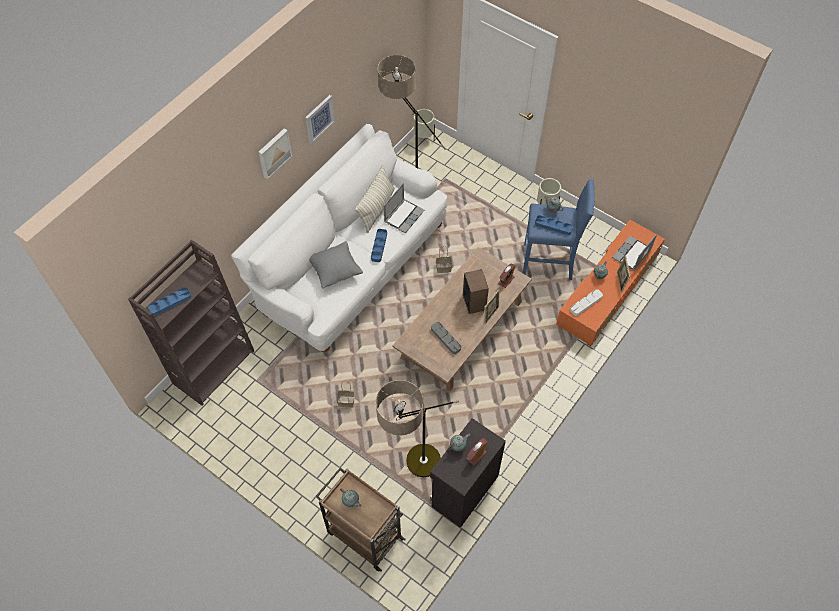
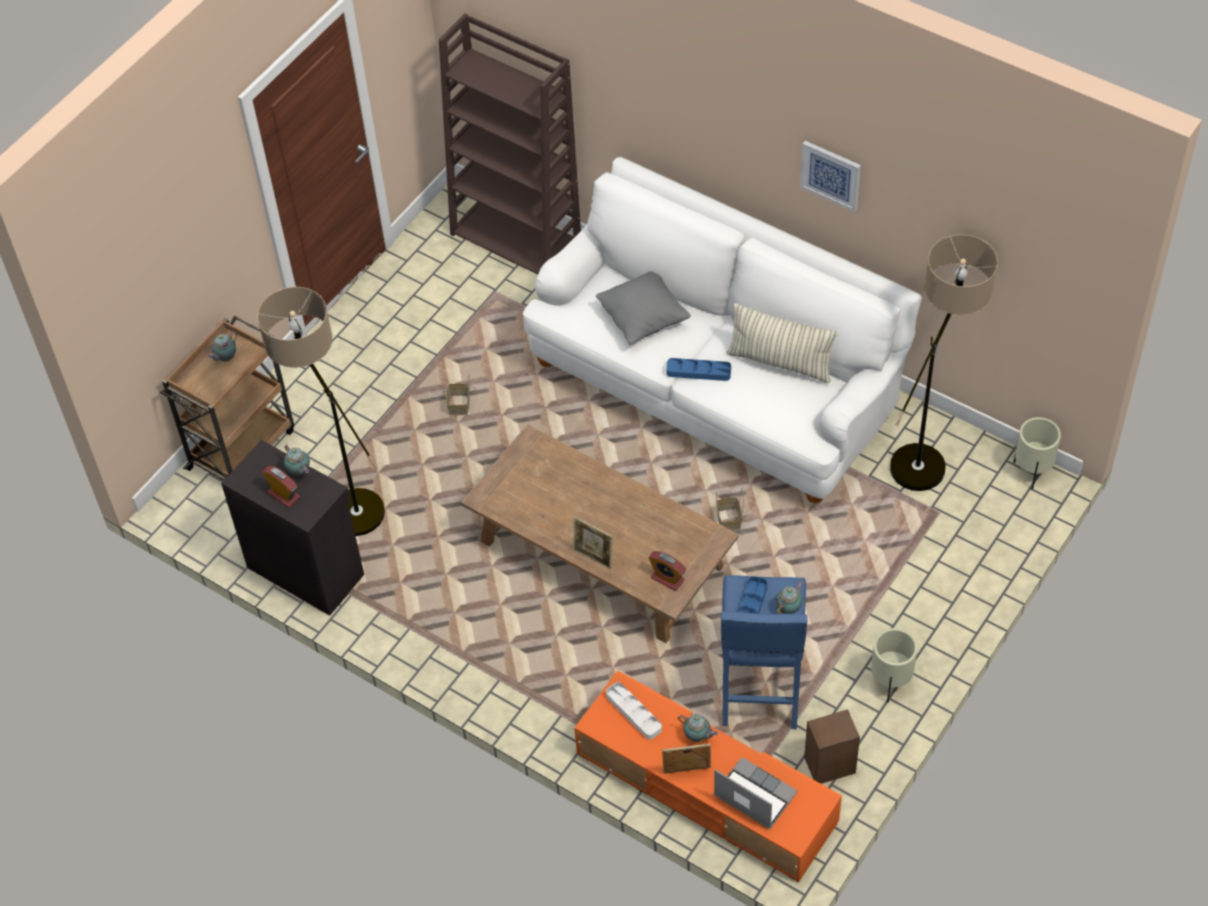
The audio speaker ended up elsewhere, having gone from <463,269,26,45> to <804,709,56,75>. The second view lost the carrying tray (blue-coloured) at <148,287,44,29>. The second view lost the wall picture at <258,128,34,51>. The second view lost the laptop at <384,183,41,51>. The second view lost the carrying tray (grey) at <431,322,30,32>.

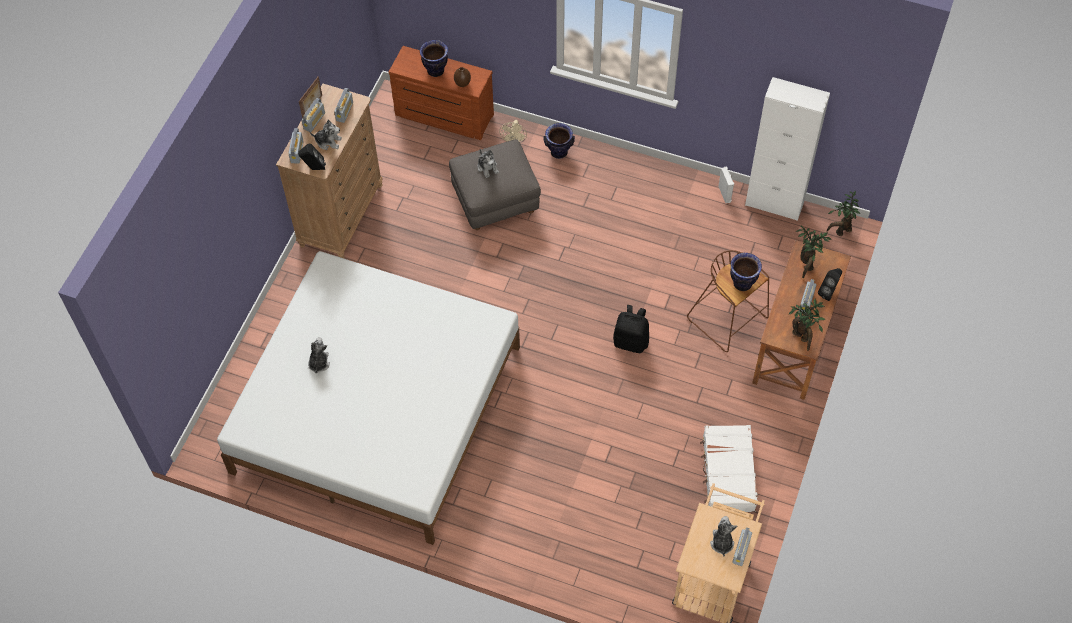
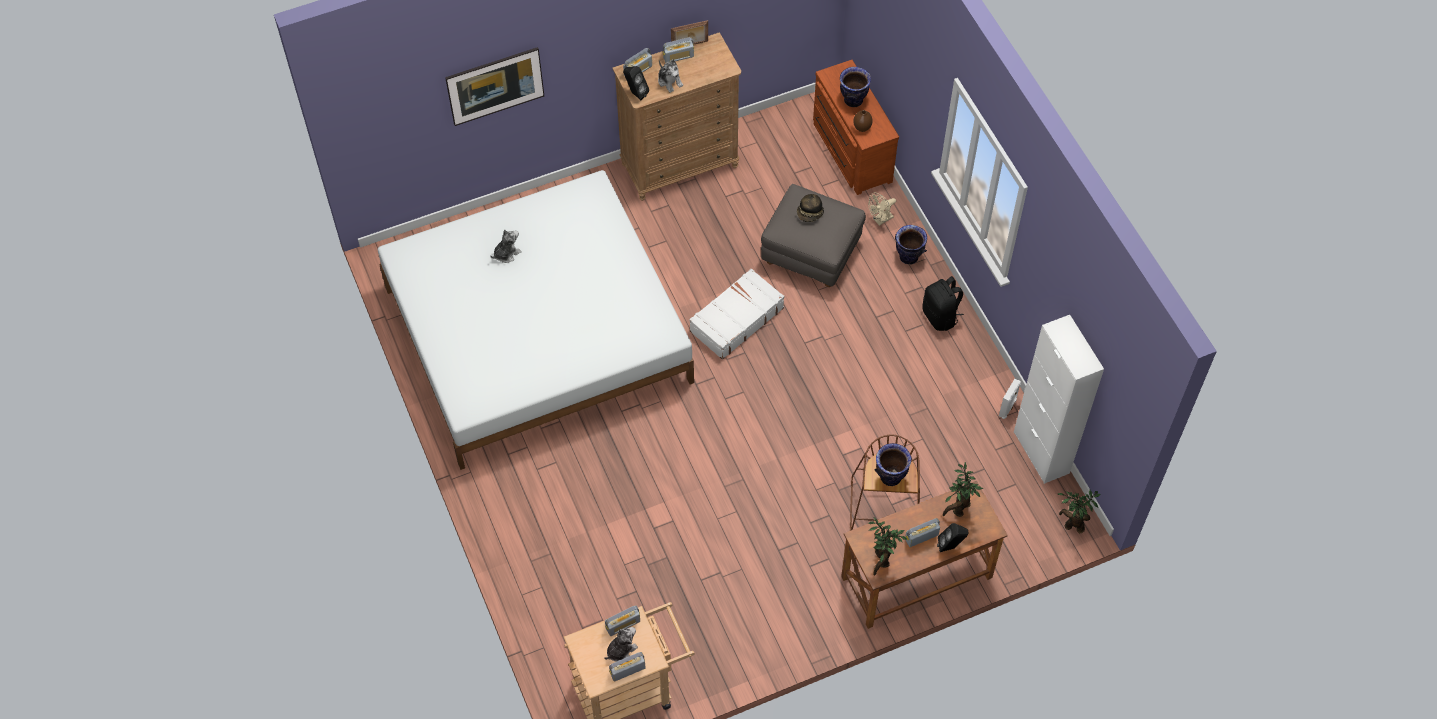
The second view gained the wall picture at <445,47,99,79>. The radio set ended up elsewhere, having gone from <334,88,19,35> to <605,605,35,31>. The suitcase (whitish) ended up elsewhere, having gone from <700,425,58,87> to <689,268,95,92>. Where the plush toy stood at <477,149,22,29>, the hat came to stand at <797,194,27,28>. The backpack (black-coloured) ended up elsewhere, having gone from <613,305,36,48> to <922,276,42,55>.

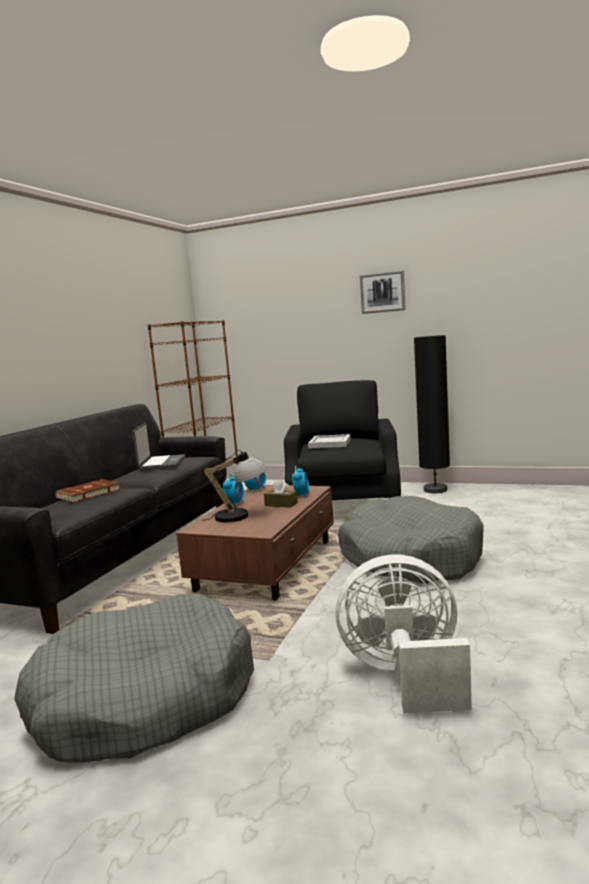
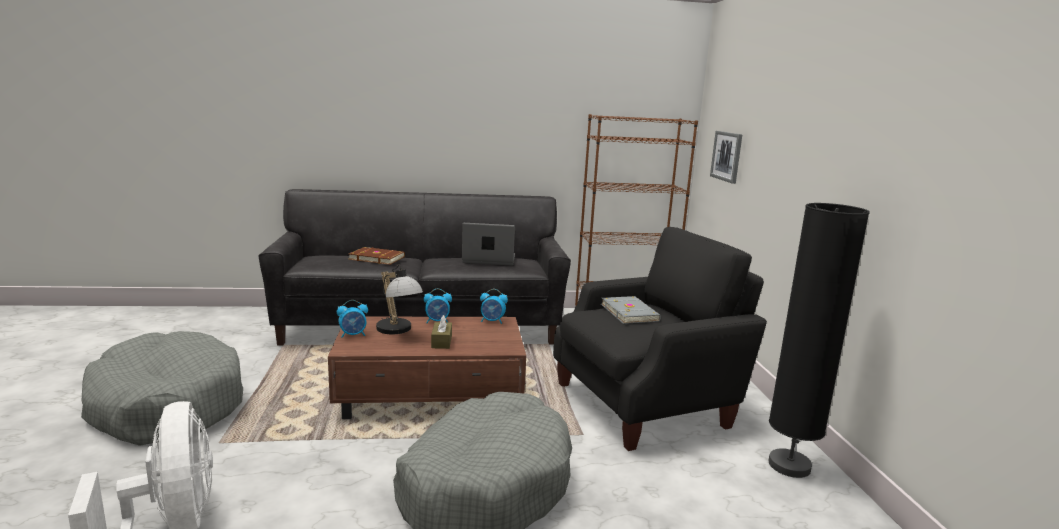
The alarm clock ended up elsewhere, having gone from <292,466,18,32> to <337,300,31,38>. The laptop at <132,423,53,47> ended up facing another way, 150 degrees counterclockwise from before. Where the carrying tray (whitish) stood at <308,434,43,14>, the book (grey) came to stand at <601,296,60,28>. The wall picture ended up elsewhere, having gone from <360,270,45,44> to <710,131,32,53>.

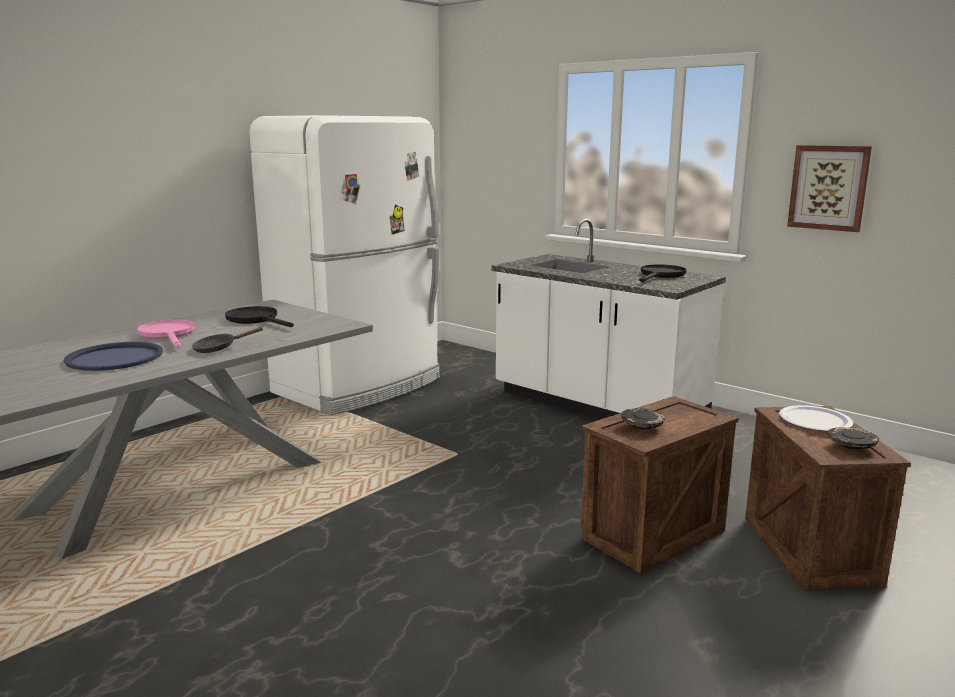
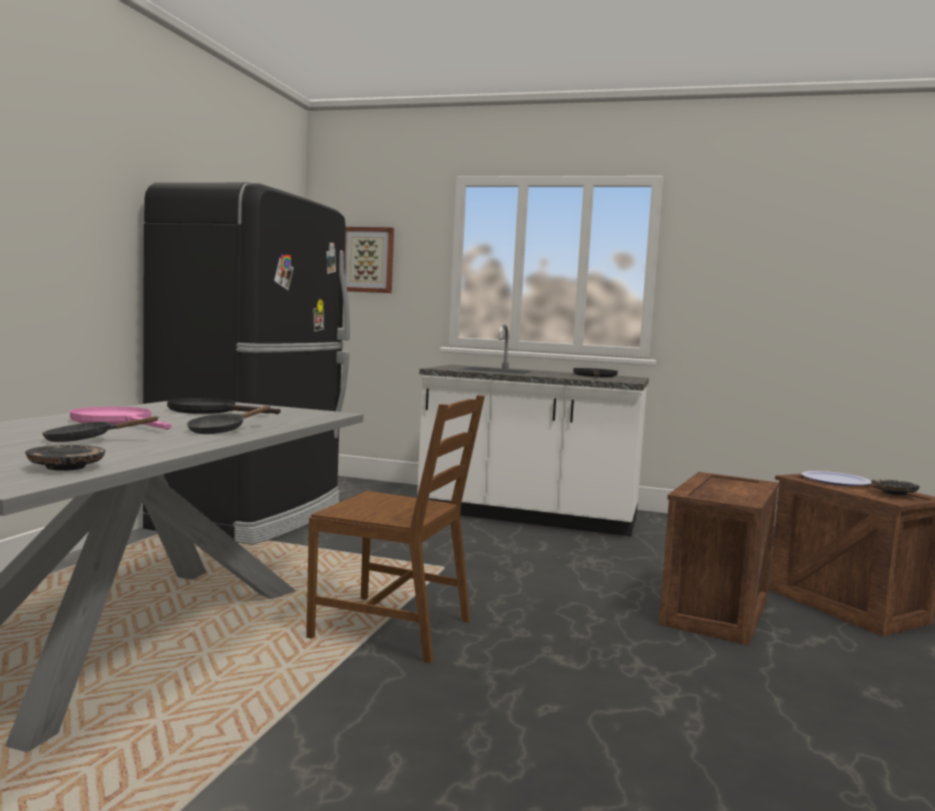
The dinner plate (black-coloured) ended up elsewhere, having gone from <621,408,44,21> to <25,445,80,26>. Where the carrying tray (blue-coloured) stood at <64,342,99,29>, the skillet (black-coloured) came to stand at <42,416,118,26>. What was the kitchen fridge (whitish) at <250,115,190,300> turned into the kitchen fridge (black-coloured) at <143,182,207,363>. The second view gained the plain chair (brown-coloured) at <306,395,179,269>. The wall picture ended up elsewhere, having gone from <787,145,85,87> to <344,227,50,66>.

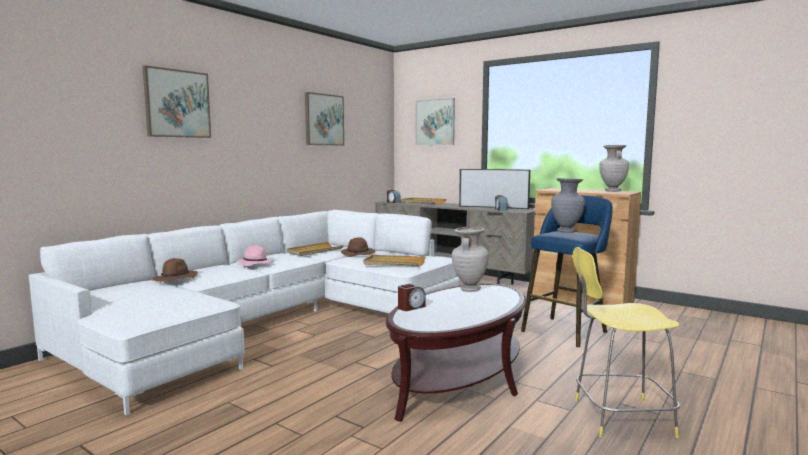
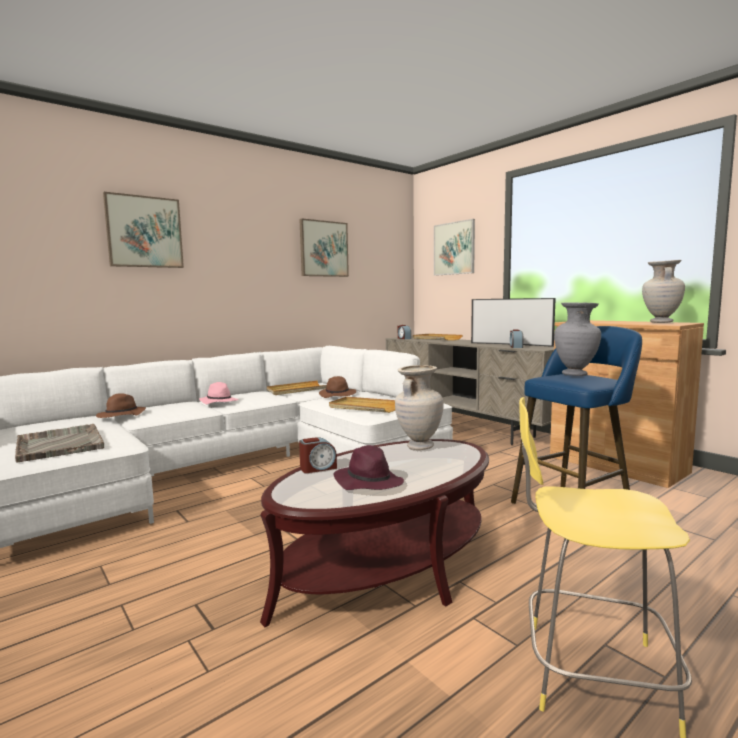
The second view gained the carrying tray (grey) at <15,424,89,38>. The second view gained the hat (purplish) at <333,445,71,45>.

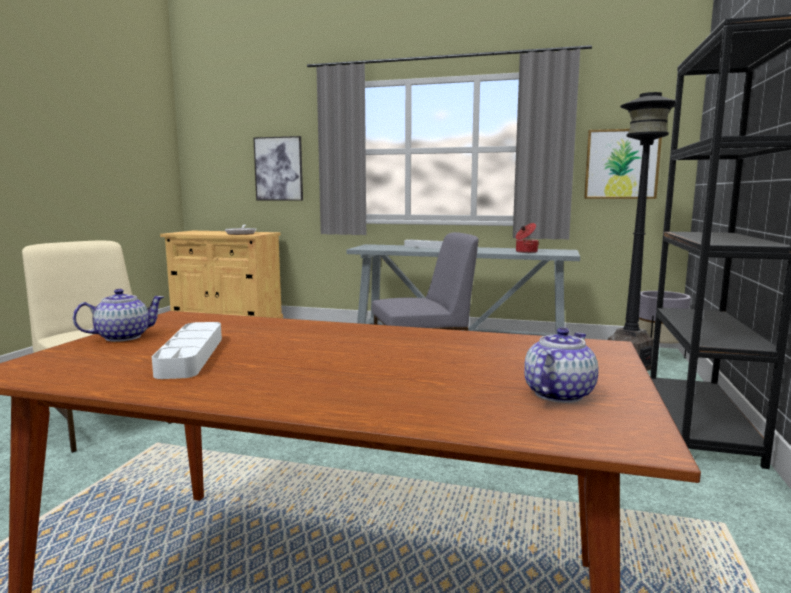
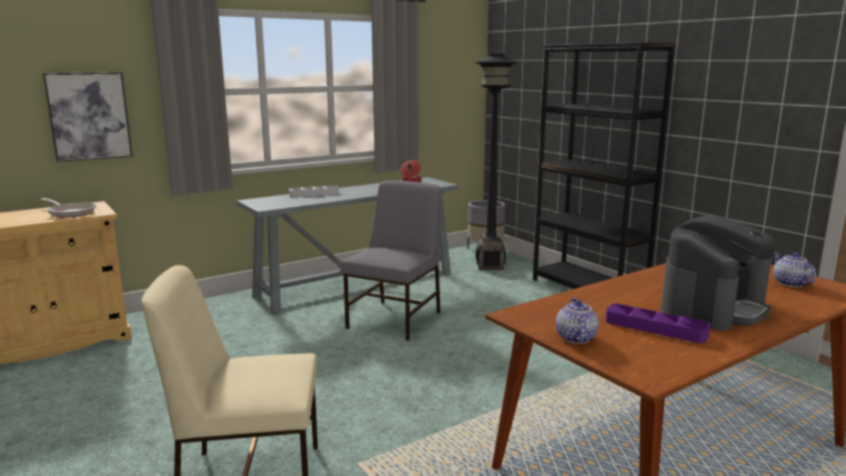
What was the carrying tray (whitish) at <152,322,70,57> turned into the carrying tray (purplish) at <606,304,105,39>. The second view gained the coffee machine at <661,215,113,116>. The second view lost the wall picture at <584,129,78,70>.

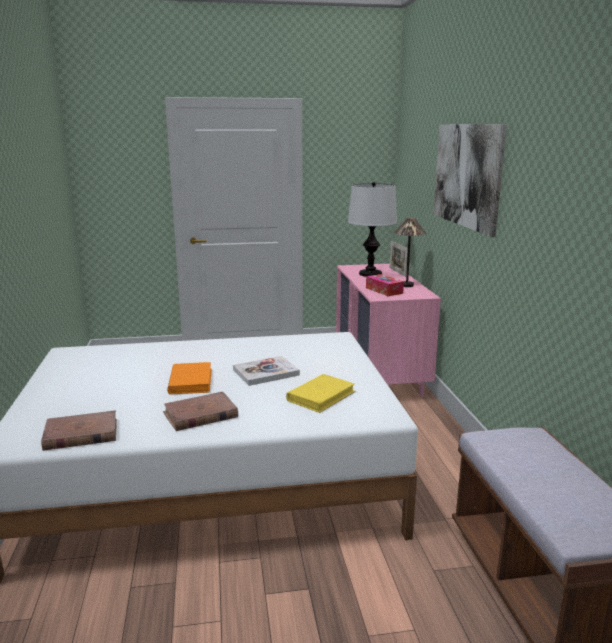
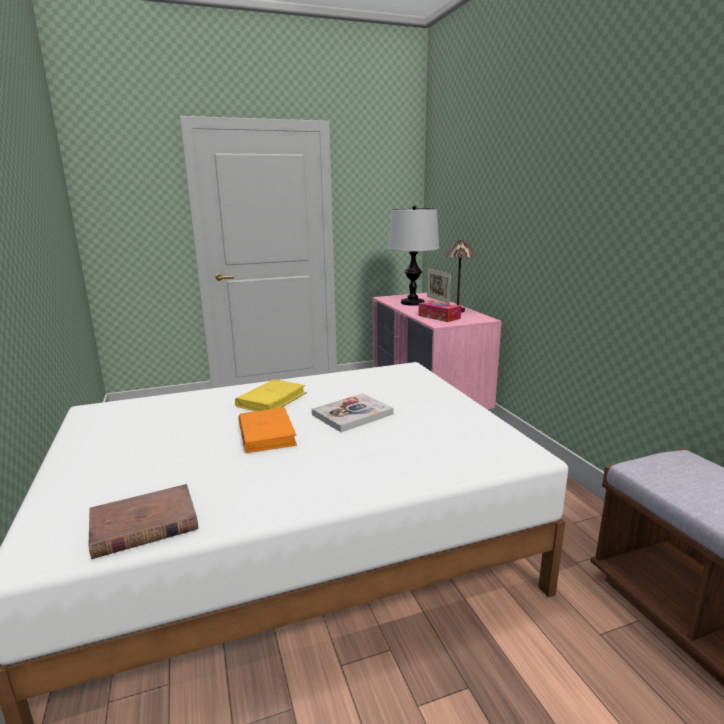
The book (yellowish) ended up elsewhere, having gone from <286,374,70,39> to <235,379,72,32>. The second view lost the book (brown-coloured) at <163,392,75,39>. The second view lost the wall picture at <433,124,74,113>.

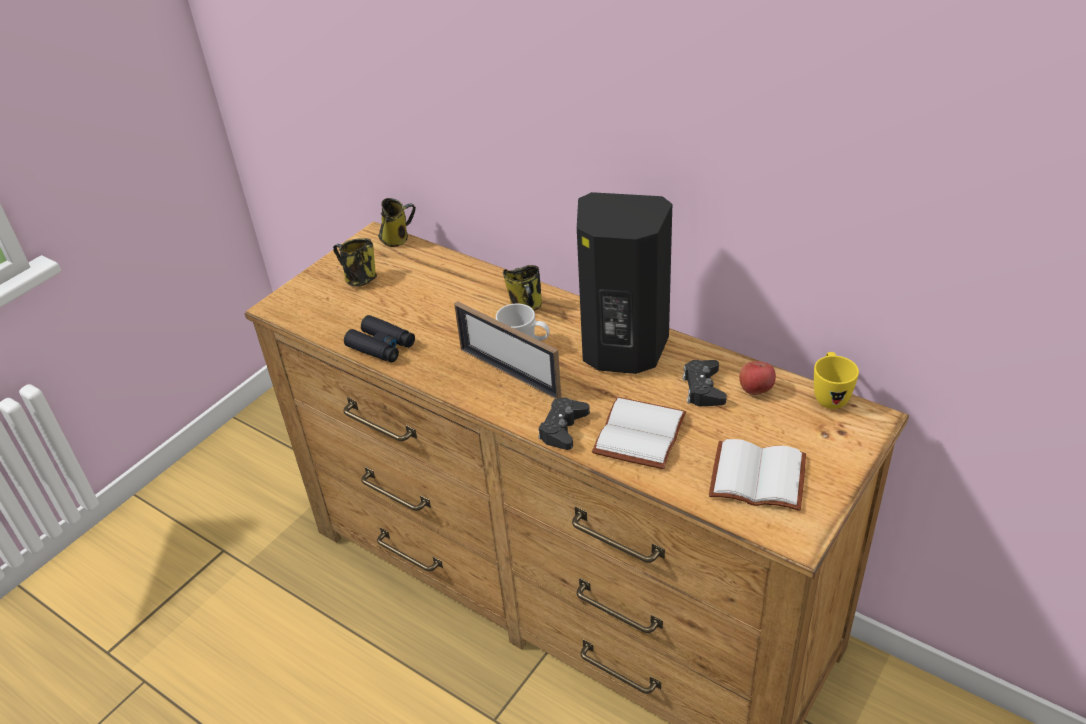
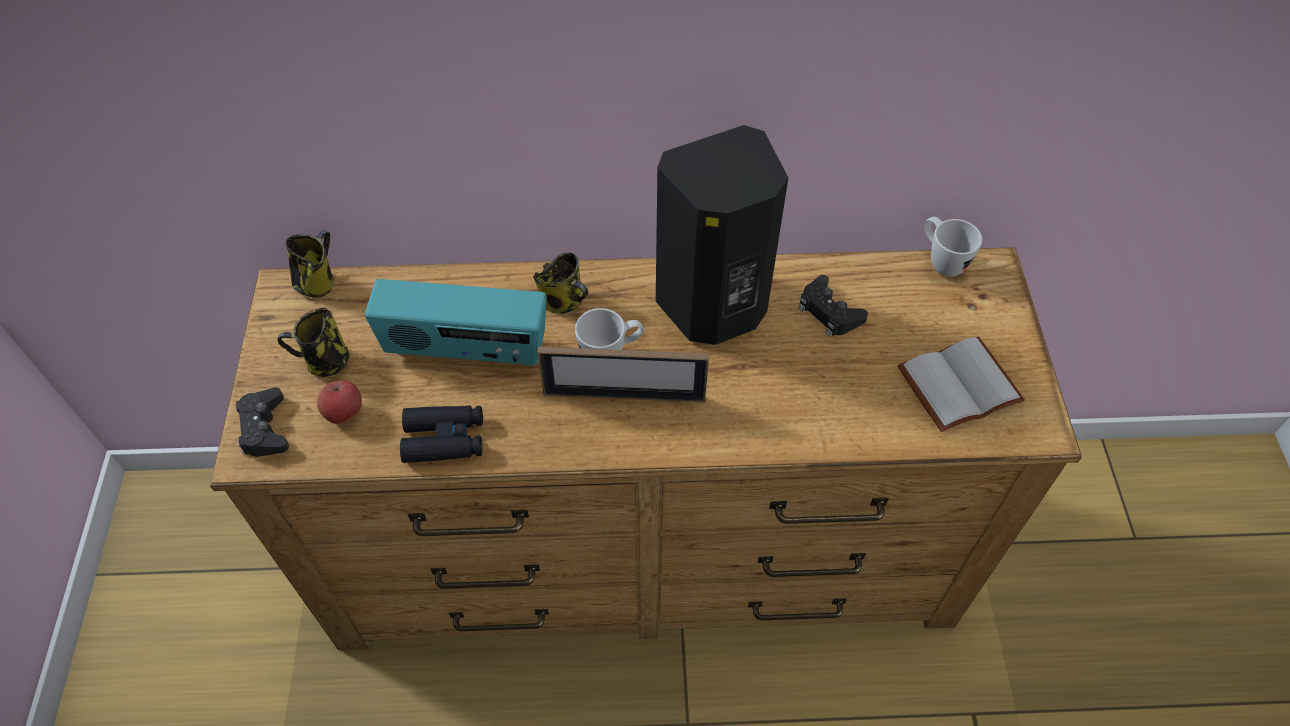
The joypad (black-coloured) ended up elsewhere, having gone from <538,397,52,53> to <236,387,53,70>. The apple ended up elsewhere, having gone from <739,361,37,34> to <317,380,45,44>. The second view gained the radio set at <365,279,182,87>. What was the coffee mug (yellowish) at <814,352,45,57> turned into the coffee mug (whitish) at <924,217,58,60>. The second view lost the book (whitish) at <592,397,94,72>.

